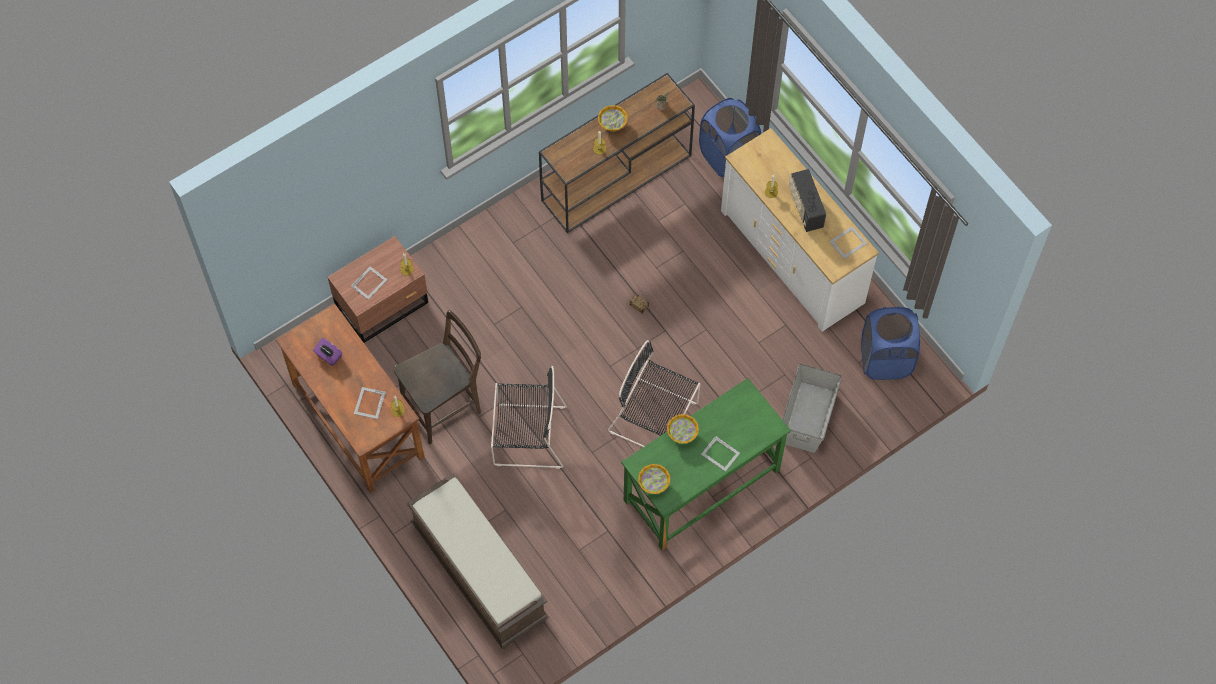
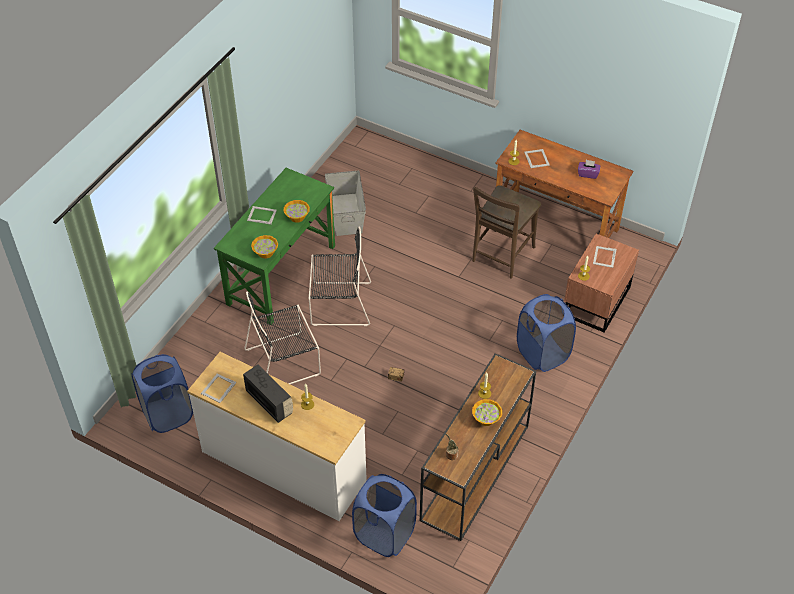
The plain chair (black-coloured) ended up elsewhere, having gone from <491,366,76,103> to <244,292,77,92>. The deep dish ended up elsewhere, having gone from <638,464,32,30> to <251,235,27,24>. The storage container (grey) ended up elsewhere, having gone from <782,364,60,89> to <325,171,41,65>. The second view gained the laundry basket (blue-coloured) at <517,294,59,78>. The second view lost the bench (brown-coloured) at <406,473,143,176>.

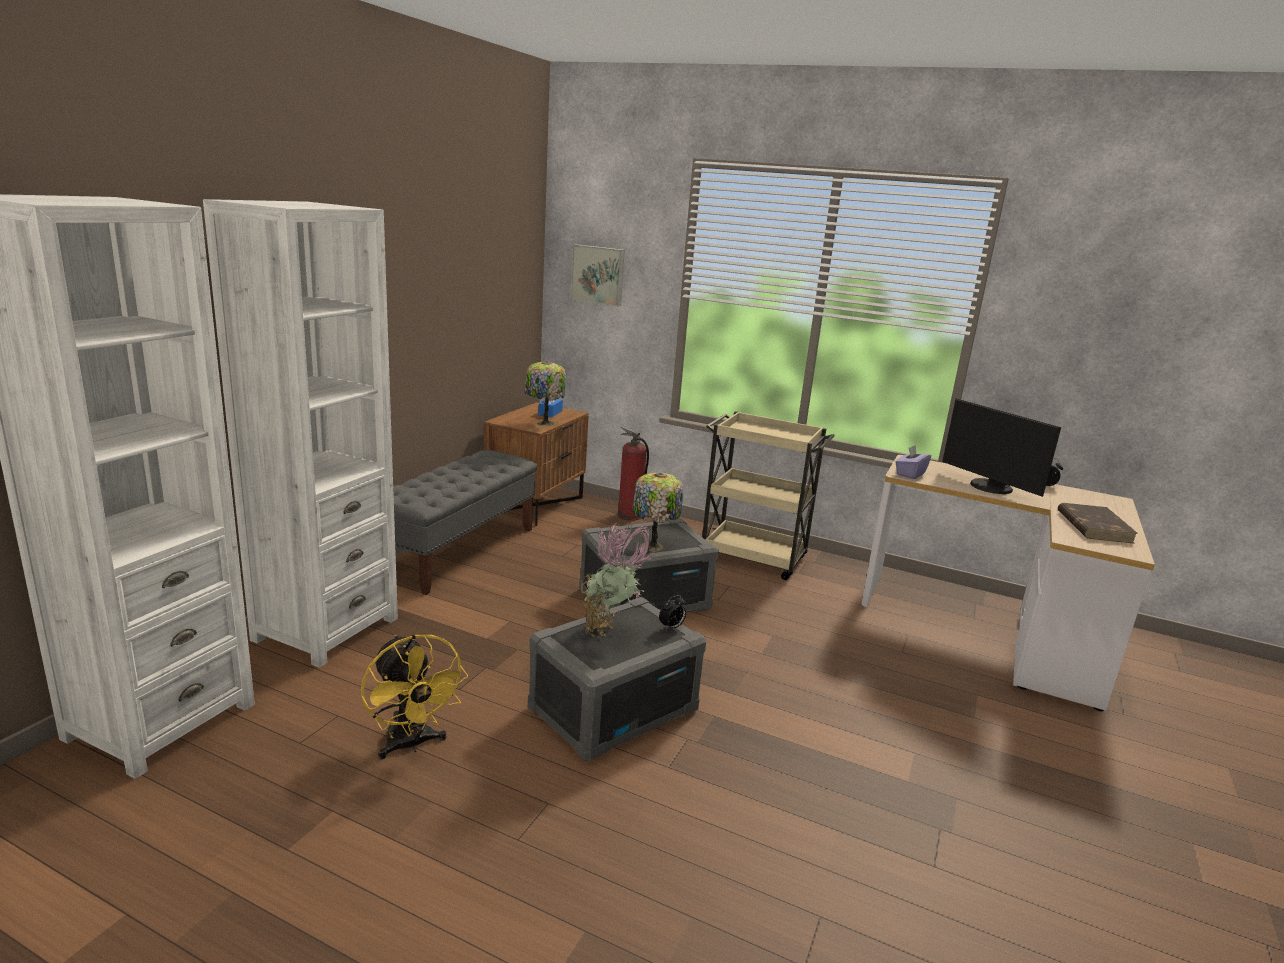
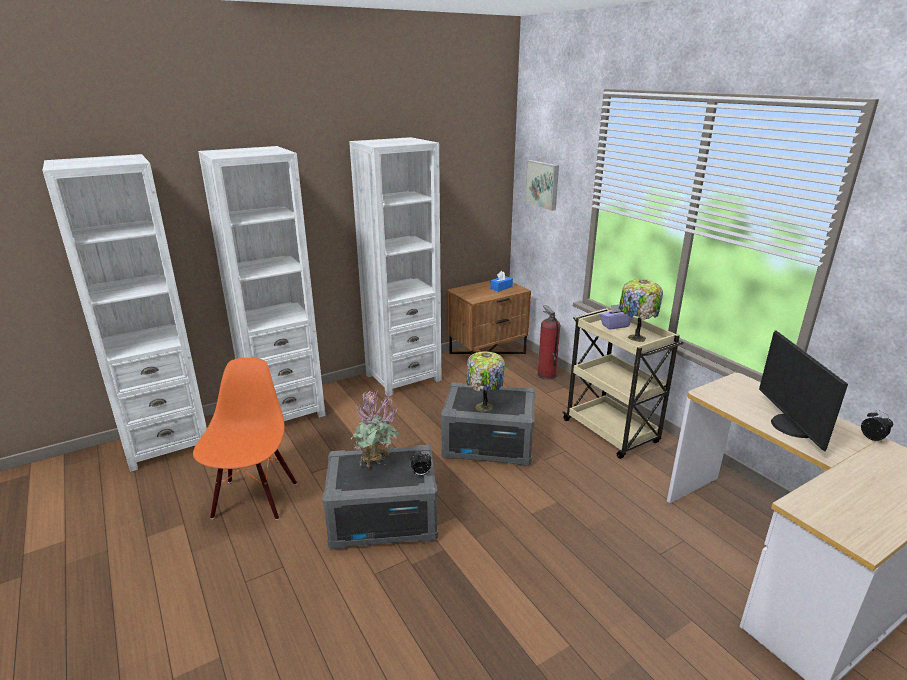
Where the electric fan (yellowish) stood at <361,634,107,126>, the plain chair (orange) came to stand at <193,358,104,162>. Where the bench (grey) stood at <393,450,144,145>, the bookshelf (whitish) came to stand at <349,137,92,259>. The tissue holder (purplish) ended up elsewhere, having gone from <895,445,36,34> to <600,304,33,25>. The tabletop lamp ended up elsewhere, having gone from <525,361,41,65> to <619,279,44,63>. The second view lost the book (brown-coloured) at <1058,503,80,41>.

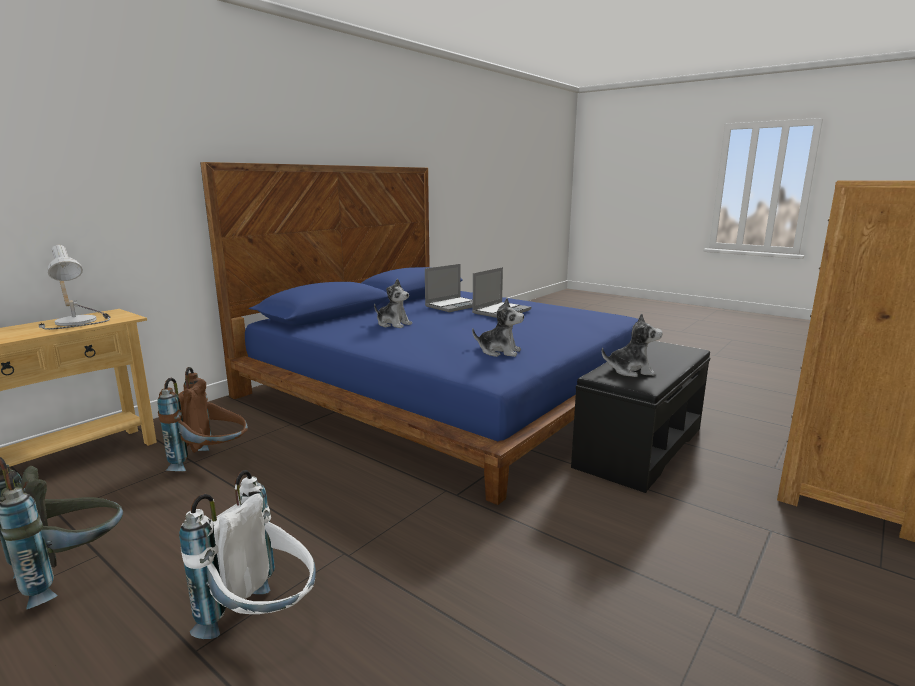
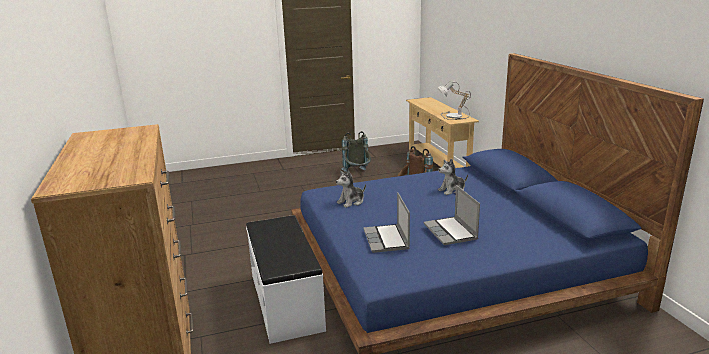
What was the bench (black-coloured) at <571,341,139,152> turned into the bench (whitish) at <246,215,80,129>. The laptop ended up elsewhere, having gone from <425,264,48,48> to <363,192,47,61>. The second view lost the backpack (whitish) at <179,470,137,169>. The second view lost the plush toy at <602,313,61,64>.

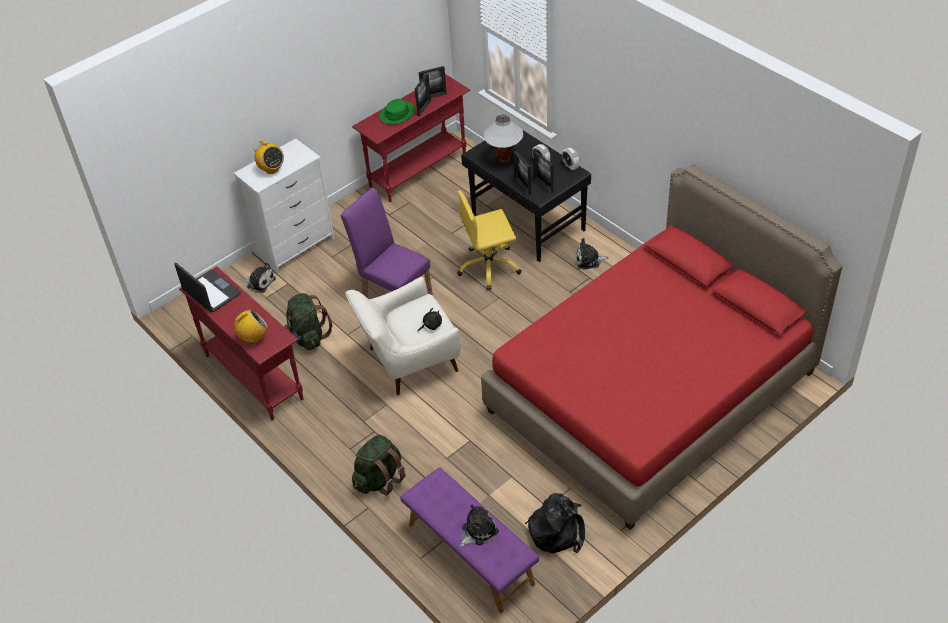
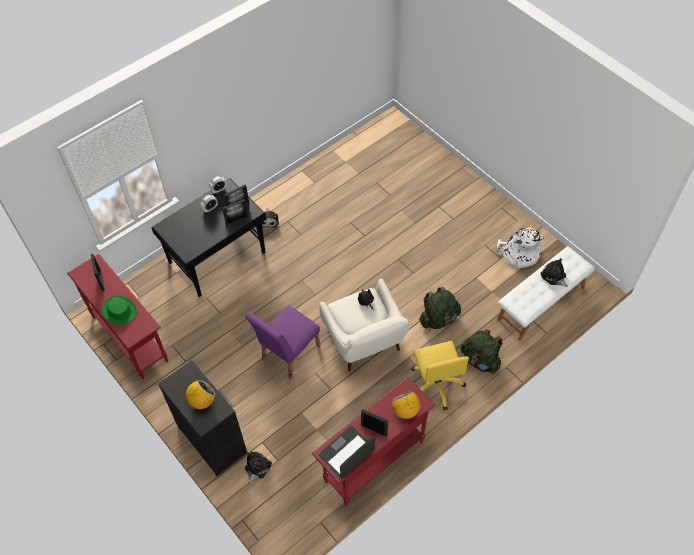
What was the chest of drawers (whitish) at <234,138,101,135> turned into the chest of drawers (black-coloured) at <158,360,89,116>. The photo frame ended up elsewhere, having gone from <415,74,16,42> to <361,409,27,28>. The computer chair (yellowish) ended up elsewhere, having gone from <457,190,65,100> to <411,341,58,69>. The backpack (green) ended up elsewhere, having gone from <284,293,48,57> to <419,287,42,42>. What was the backpack (black-coloured) at <525,493,60,60> turned into the backpack (whitish) at <497,227,47,41>. What was the bench (purplish) at <400,467,139,146> turned into the bench (whitish) at <497,246,98,95>. The second view lost the sleeping bed (reddish) at <481,164,361,366>. The second view lost the tabletop lamp (whitish) at <484,114,39,49>.

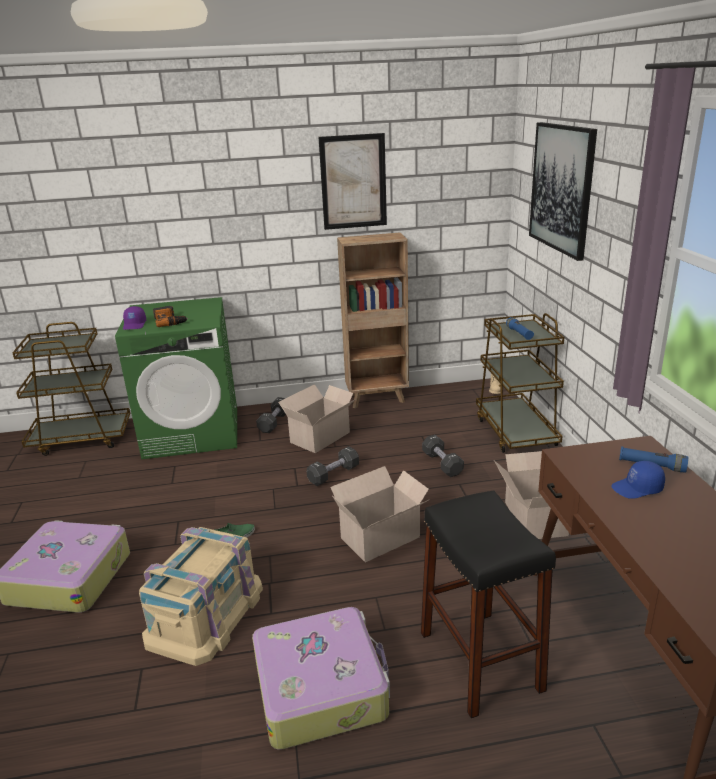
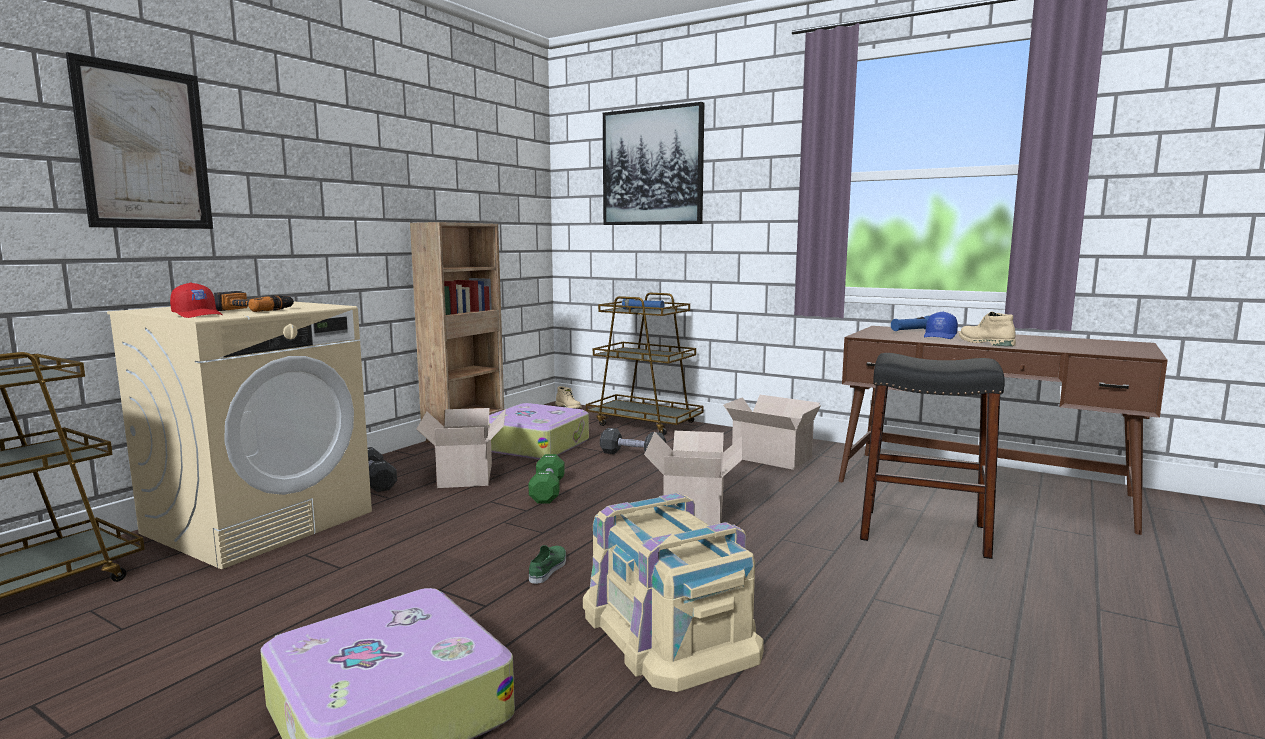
The wall picture ended up elsewhere, having gone from <318,133,69,97> to <66,52,147,177>. What was the laundry machine (green) at <115,297,122,163> turned into the laundry machine (beige-coloured) at <107,302,265,267>. What was the baseball cap (purplish) at <123,306,23,24> turned into the baseball cap (reddish) at <170,283,53,35>. The suitcase ended up elsewhere, having gone from <252,607,138,143> to <489,403,100,57>. What was the free weight (black-coloured) at <307,446,52,40> turned into the free weight (green) at <529,454,36,49>. The second view gained the high-top boot (beige-coloured) at <959,312,57,34>.

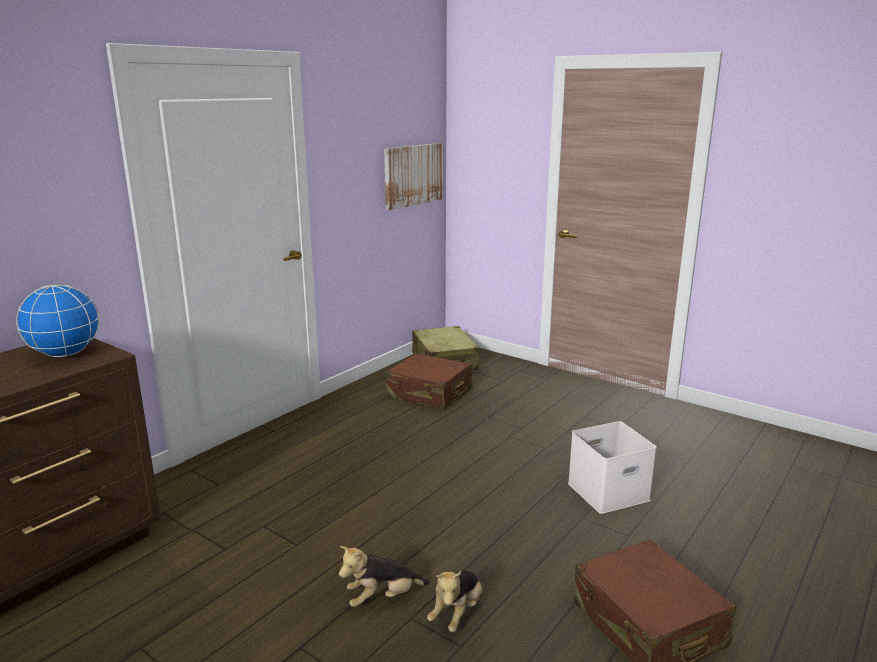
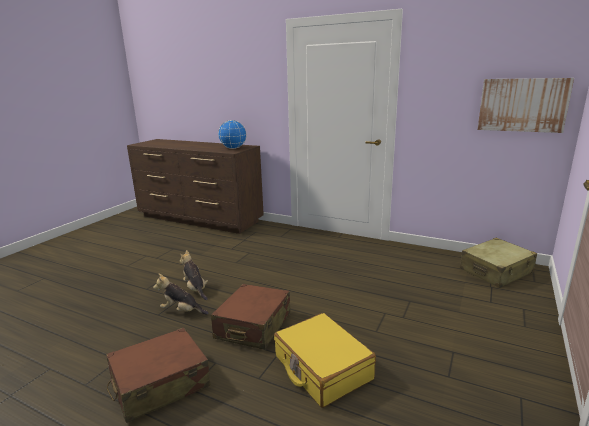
The suitcase (brown-coloured) ended up elsewhere, having gone from <385,353,87,57> to <211,284,80,65>. Where the storage container (whitish) stood at <568,421,89,93>, the suitcase (yellowish) came to stand at <274,313,102,95>.

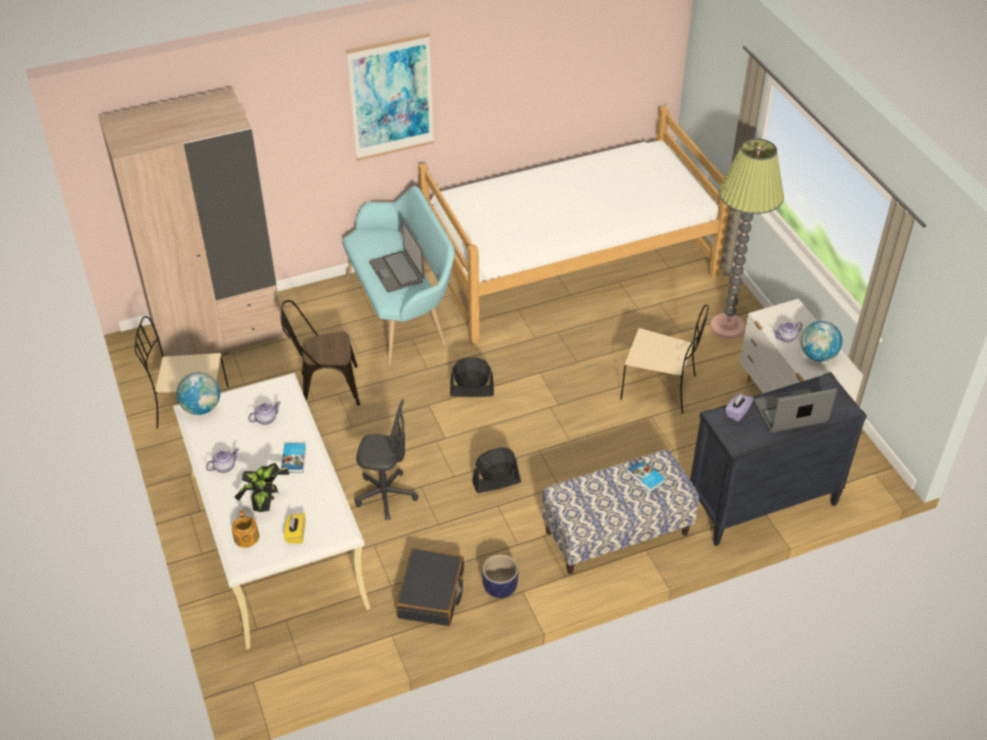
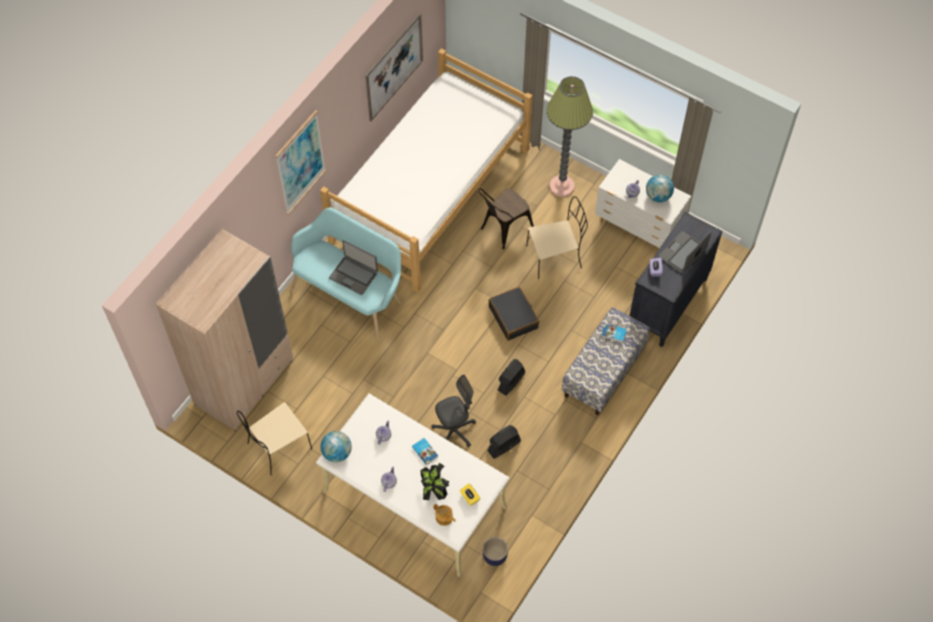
The second view gained the wall picture at <365,13,58,108>. The plain chair (brown-coloured) ended up elsewhere, having gone from <280,300,80,105> to <479,188,55,61>. The flower pot ended up elsewhere, having gone from <482,554,36,44> to <483,537,25,29>. The electric fan (black-coloured) ended up elsewhere, having gone from <450,357,44,40> to <487,425,34,34>. The suitcase (black-coloured) ended up elsewhere, having gone from <396,548,68,78> to <489,287,50,54>.

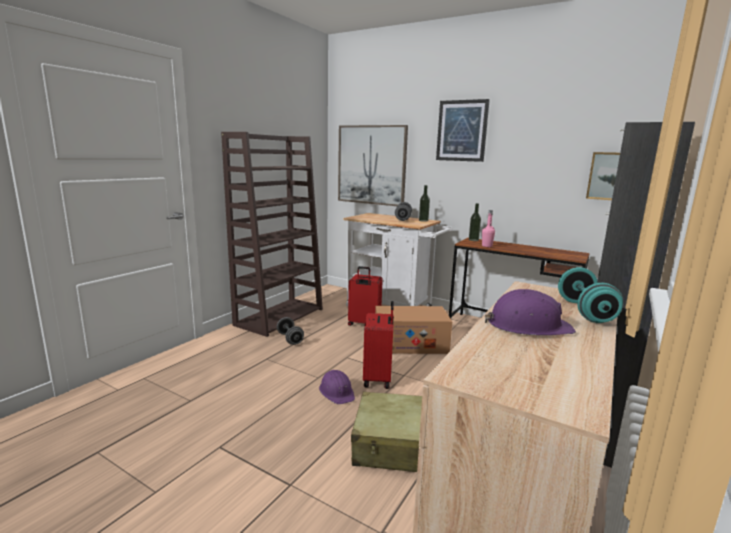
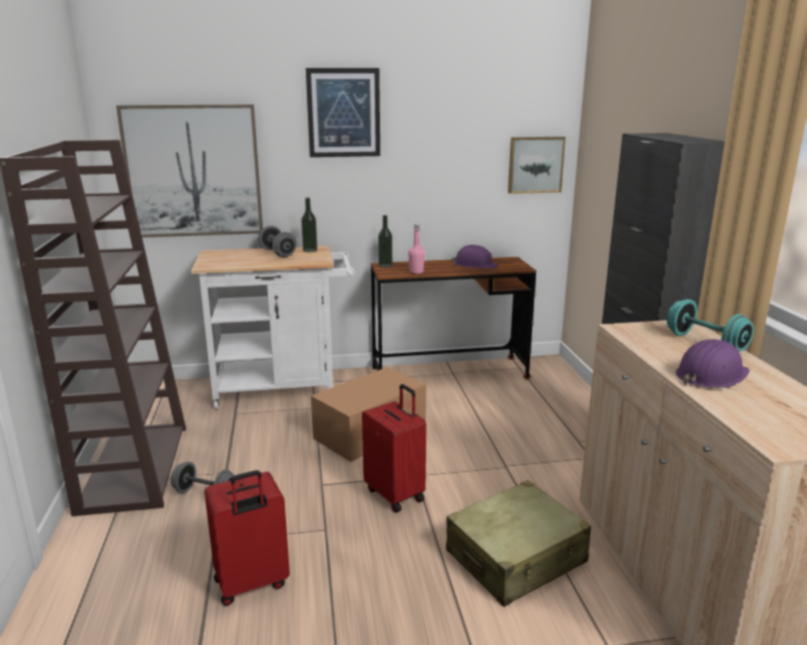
The suitcase (reddish) ended up elsewhere, having gone from <348,266,35,60> to <204,470,86,136>. The hard hat (purplish) ended up elsewhere, having gone from <319,370,36,34> to <452,245,47,24>.

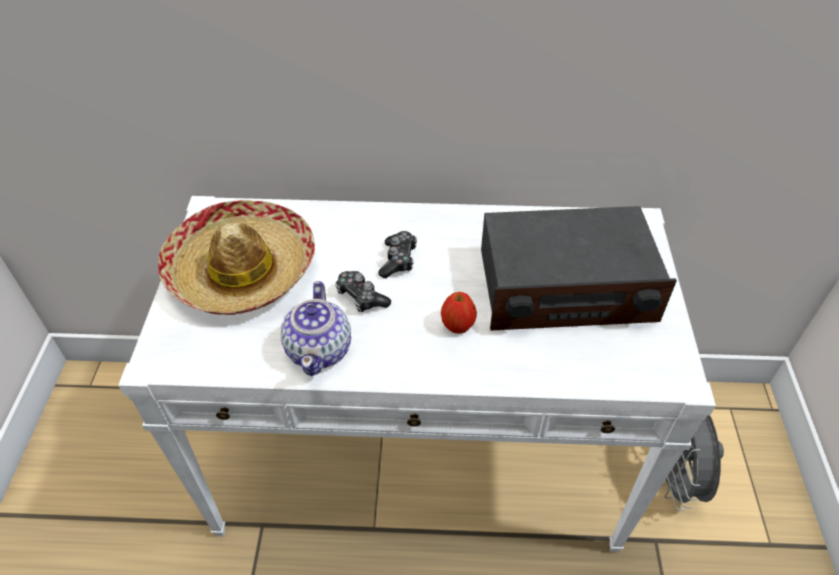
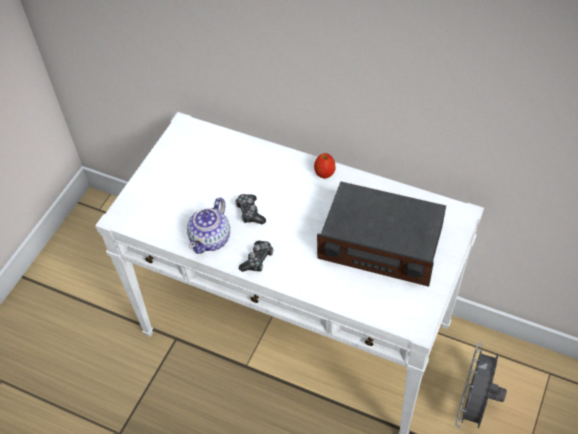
The joypad ended up elsewhere, having gone from <378,231,39,47> to <239,241,35,31>. The apple ended up elsewhere, having gone from <441,292,36,42> to <314,153,21,26>. The second view lost the hat at <158,200,157,115>.

